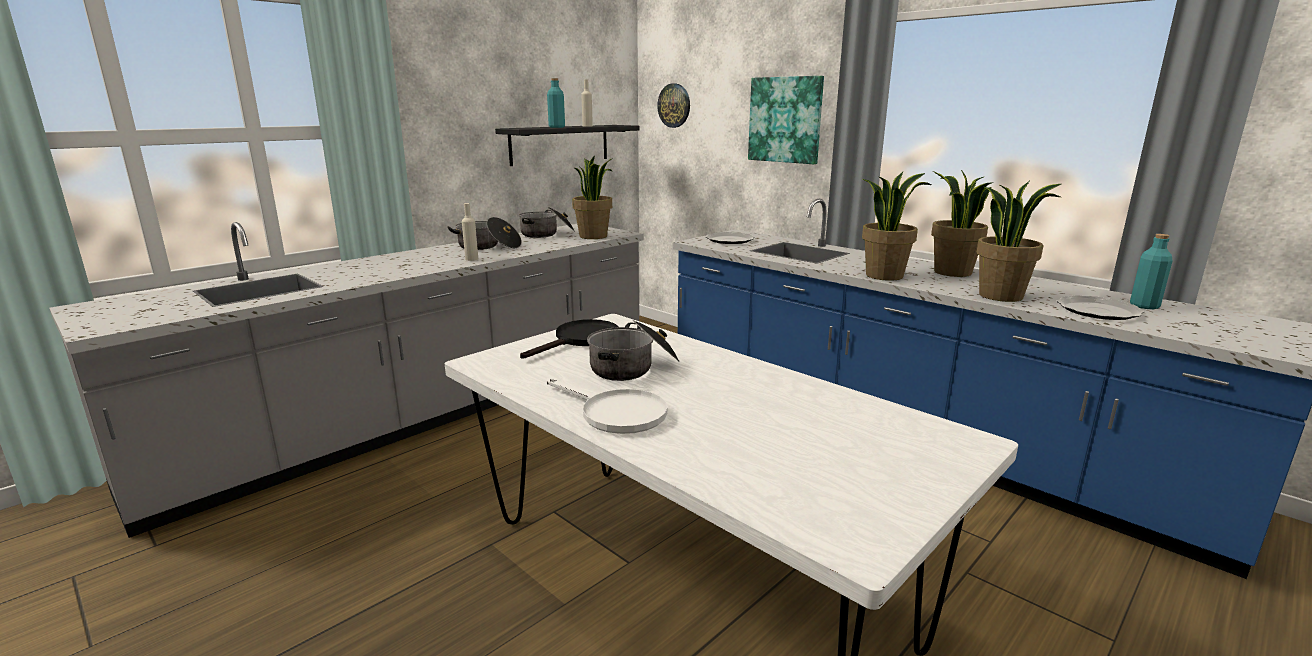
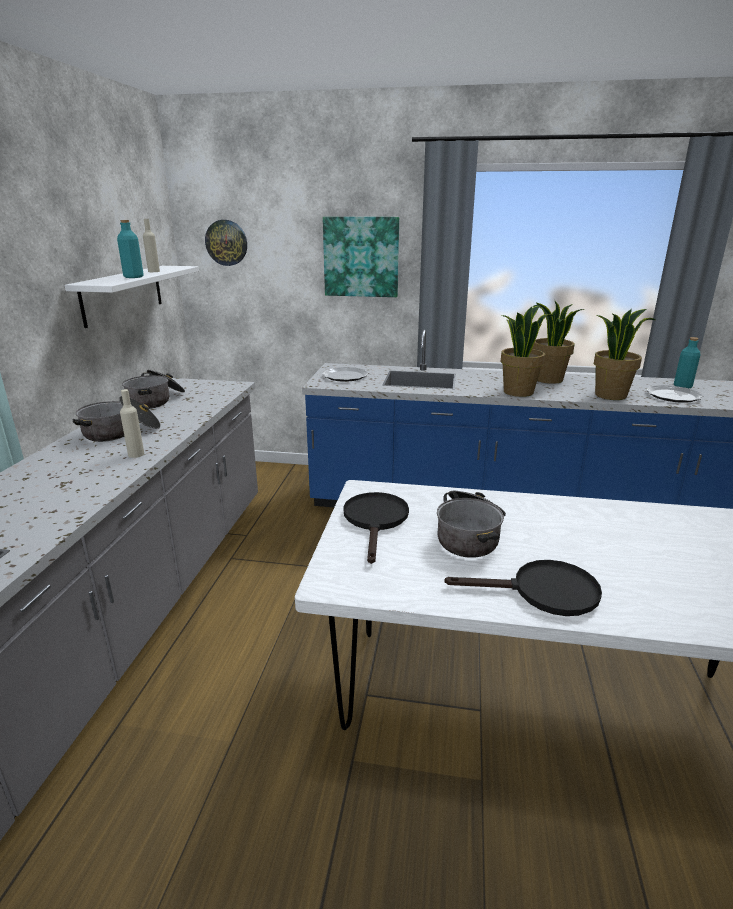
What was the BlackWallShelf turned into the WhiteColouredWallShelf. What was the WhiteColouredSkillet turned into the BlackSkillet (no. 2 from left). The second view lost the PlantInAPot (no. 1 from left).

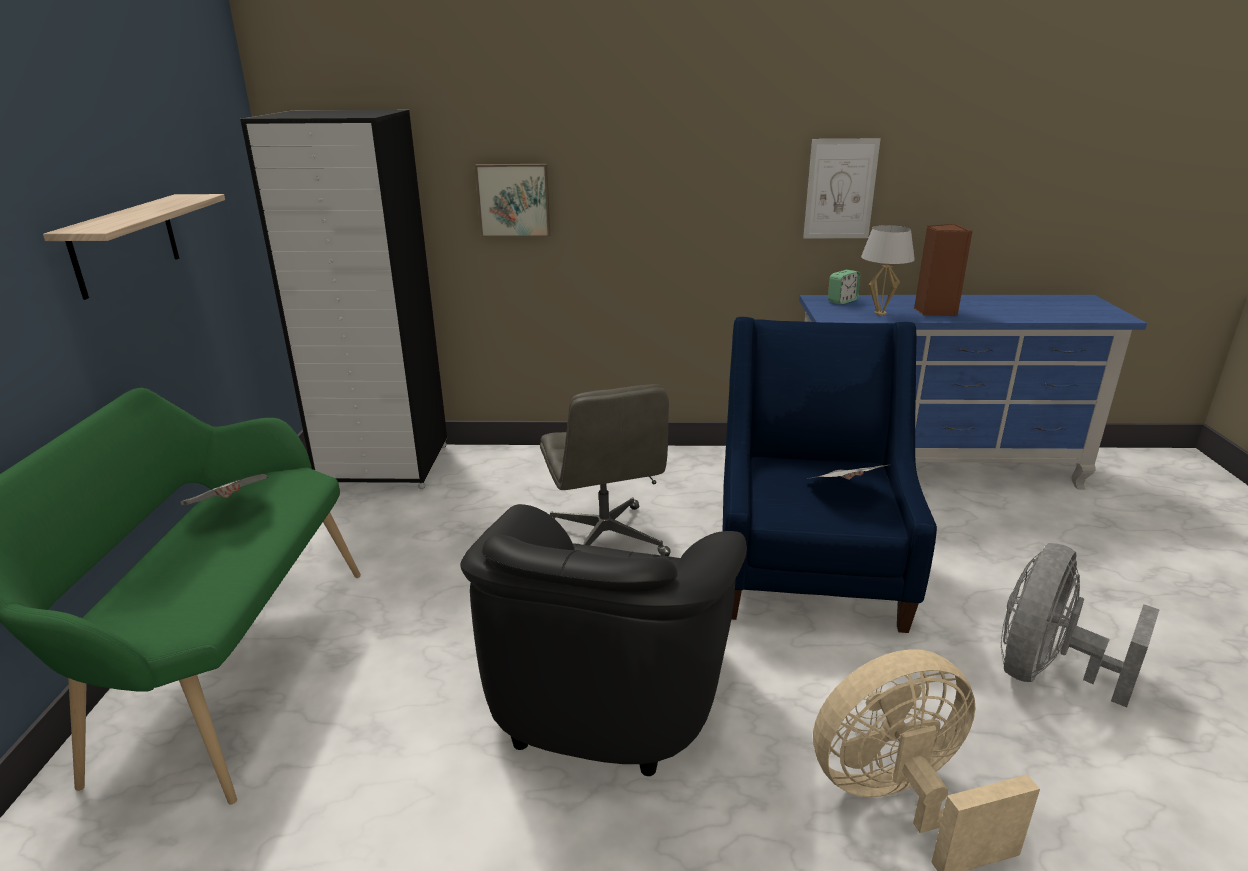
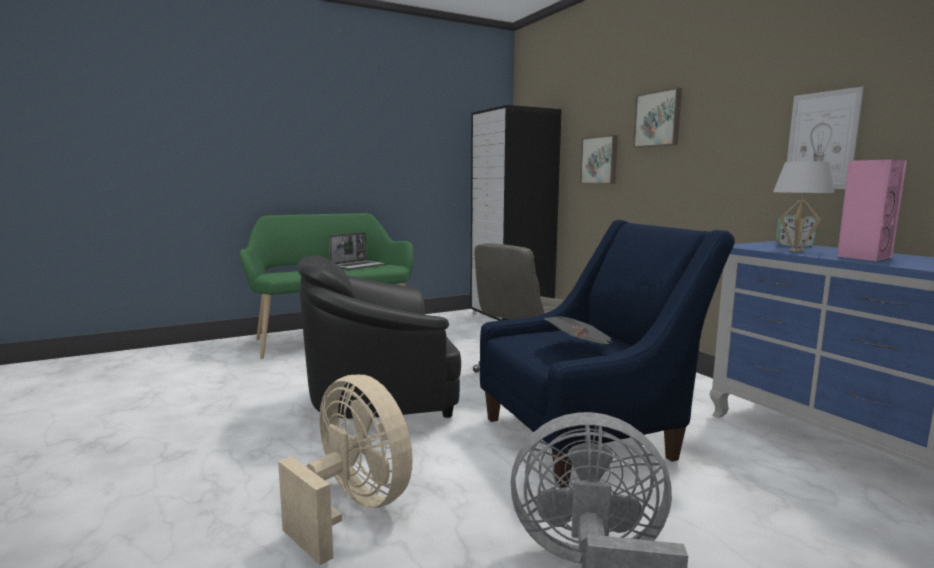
Where the PrintedPaper (no. 1 from left) stood, the NotebookComputer came to stand. The second view gained the Picture (no. 2 from left). What was the BrownColouredLoudspeaker turned into the PinkLoudspeaker. The second view lost the WallShelf.

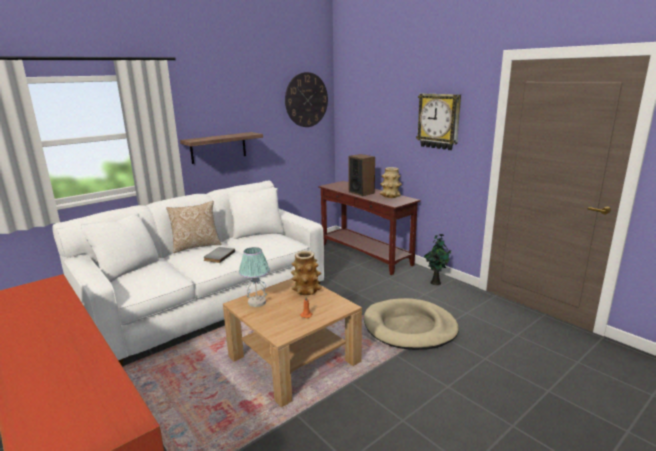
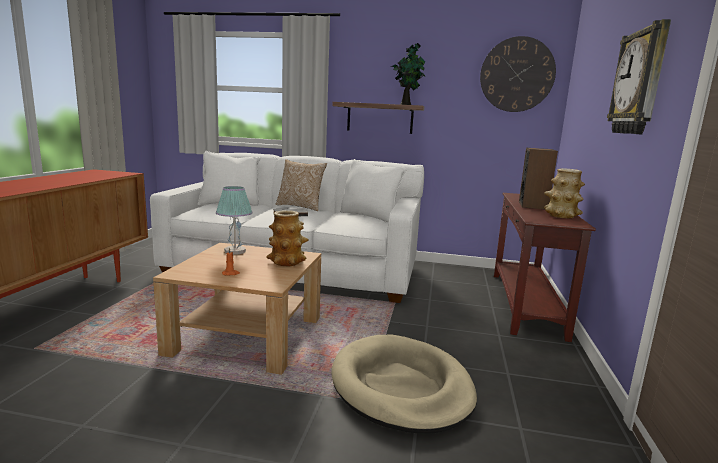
The PlantInAPot ended up elsewhere.

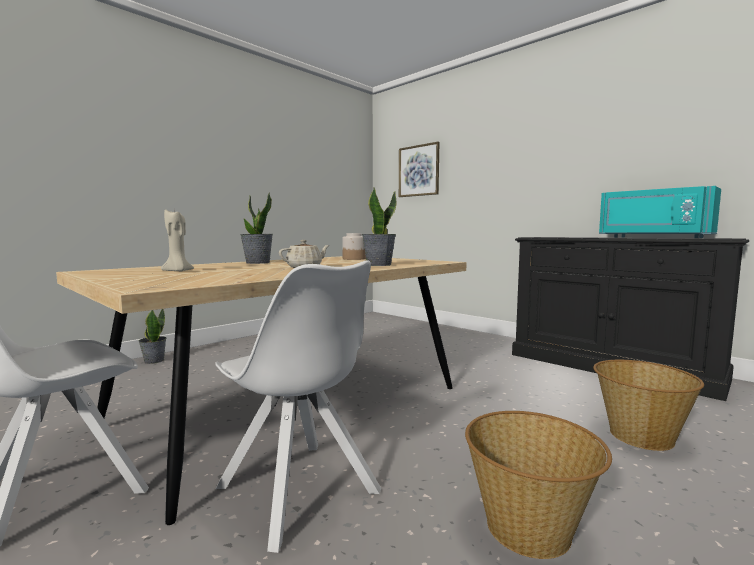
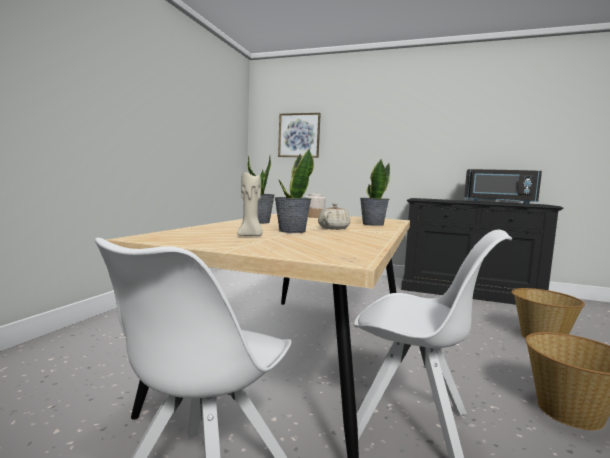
The PlantInAPot (no. 1 from left in the first image) ended up elsewhere. What was the BlueGreenMicrowave turned into the BlackMicrowave.

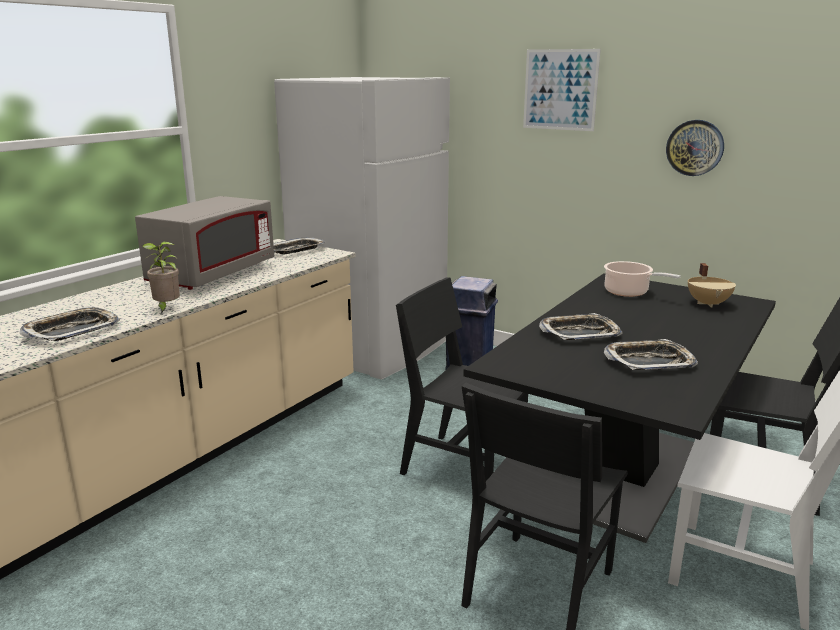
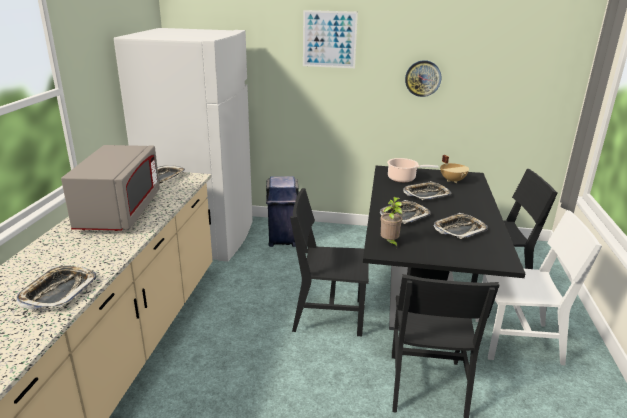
The PlantInAPot ended up elsewhere. The second view gained the ServingTray (no. 4 from left).

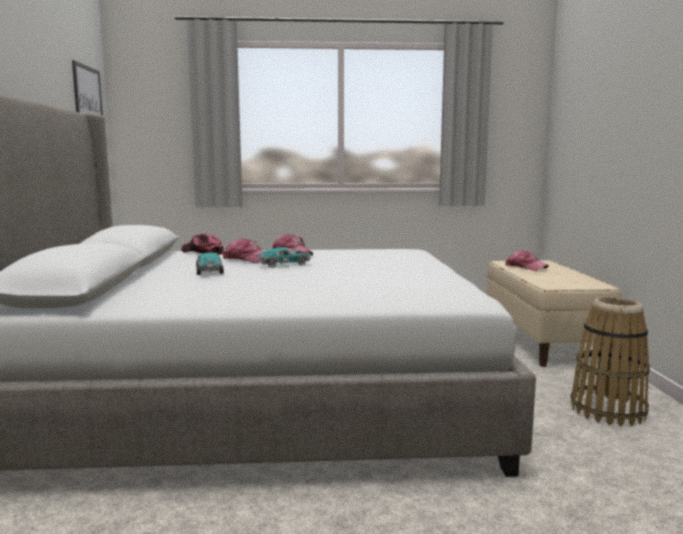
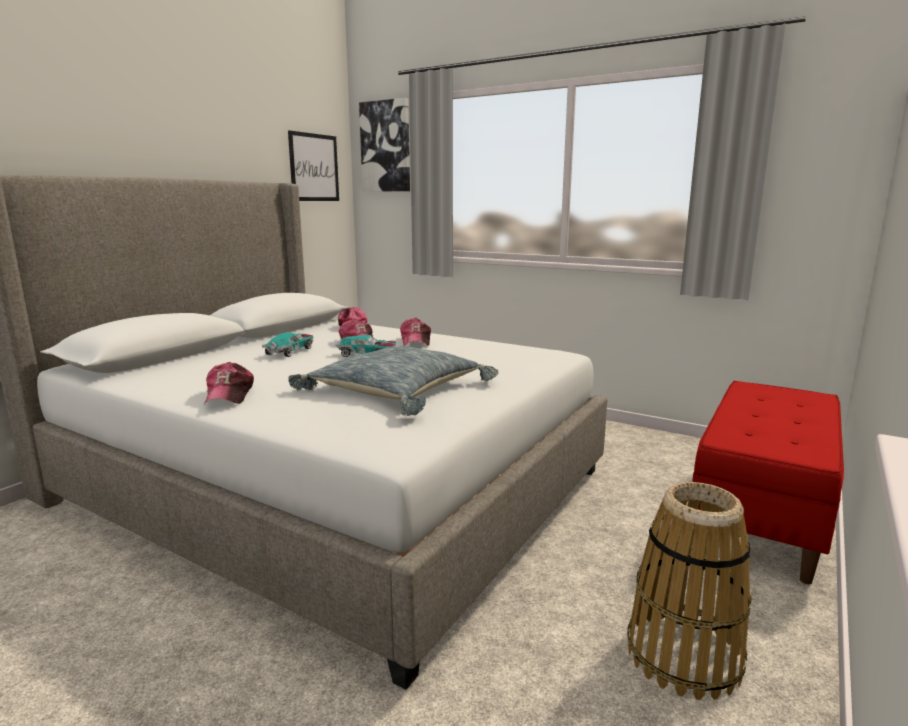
The BaseballCap (no. 4 from left in the first image) ended up elsewhere. The second view gained the Pillow. The second view gained the Picture (no. 2 from left). What was the SandColouredIndoorBench turned into the RedIndoorBench.

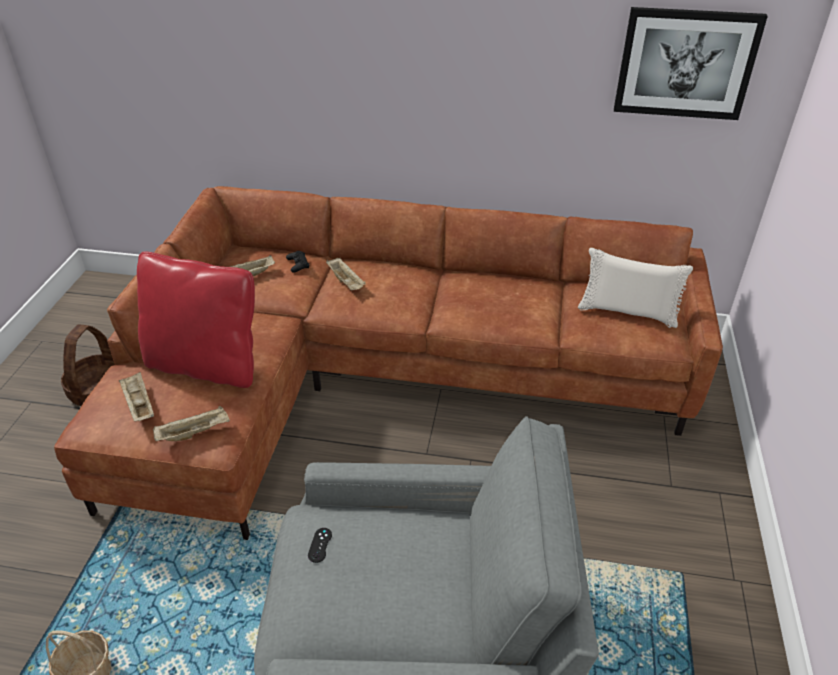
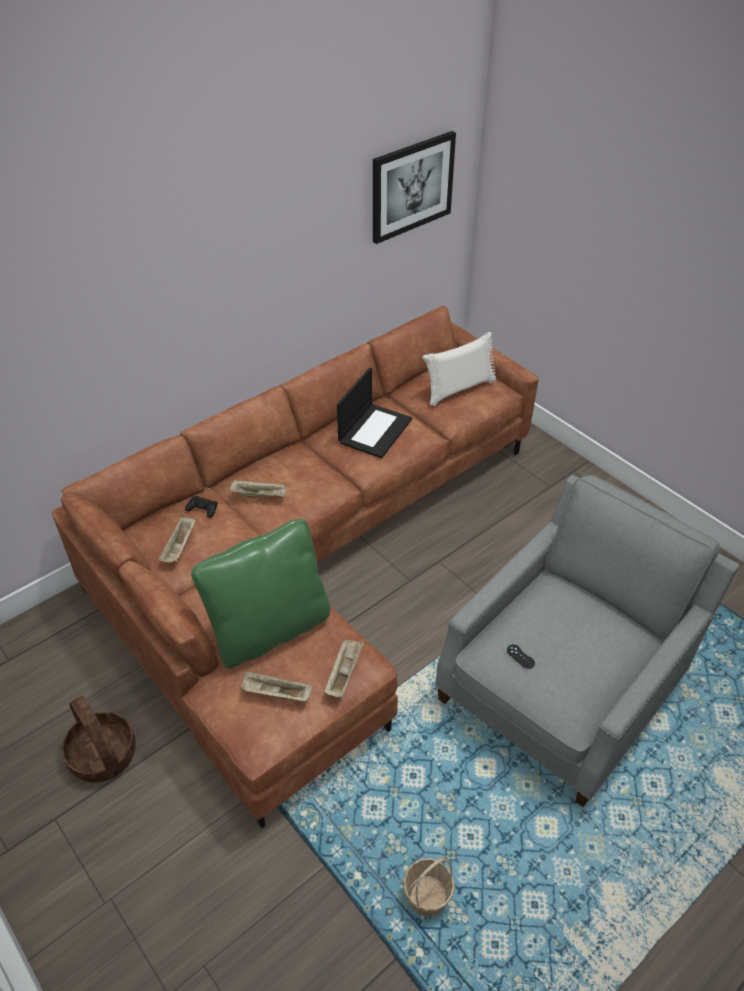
What was the RedPillow turned into the GreenishPillow. The second view gained the NotebookComputer.

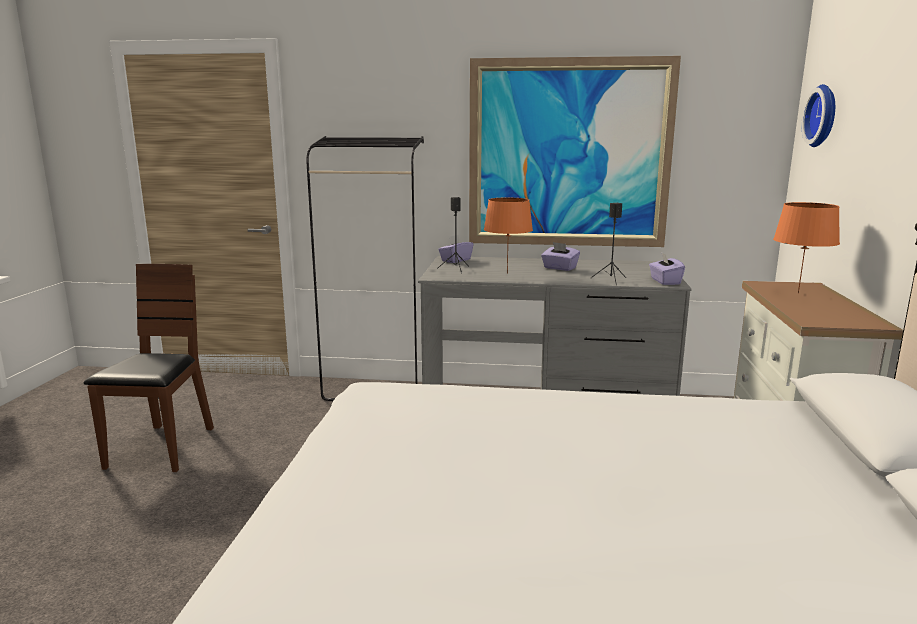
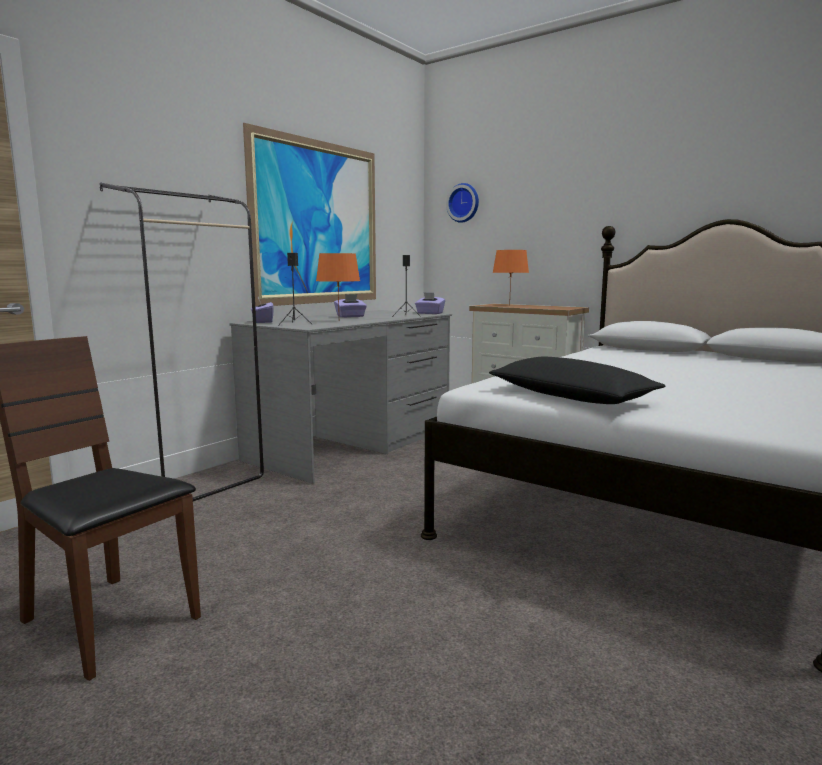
The second view gained the BlackPillow.

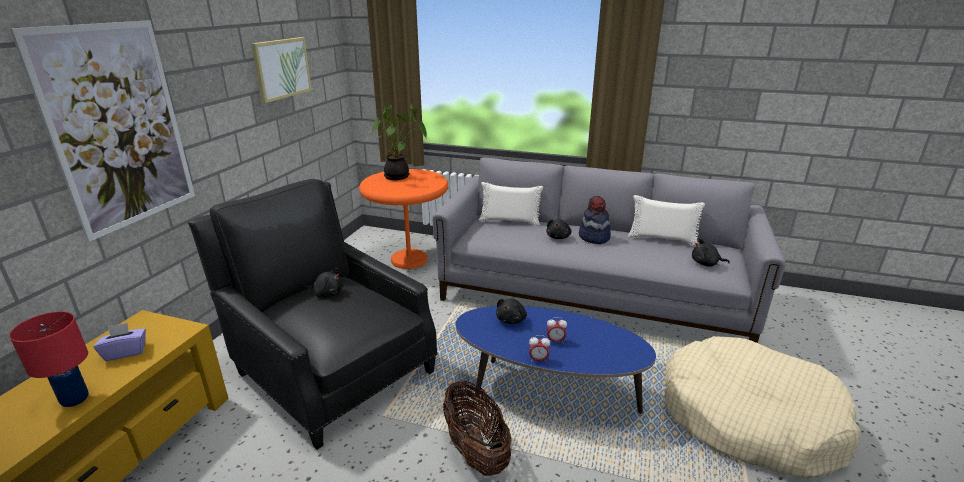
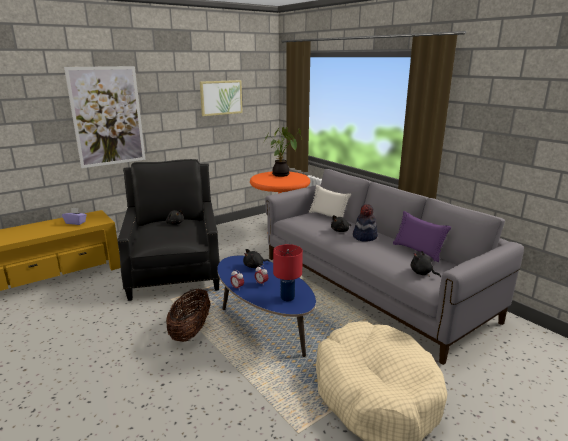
The RedTableLamp ended up elsewhere. What was the WhiteColouredPillow (no. 2 from left) turned into the PurplePillow.

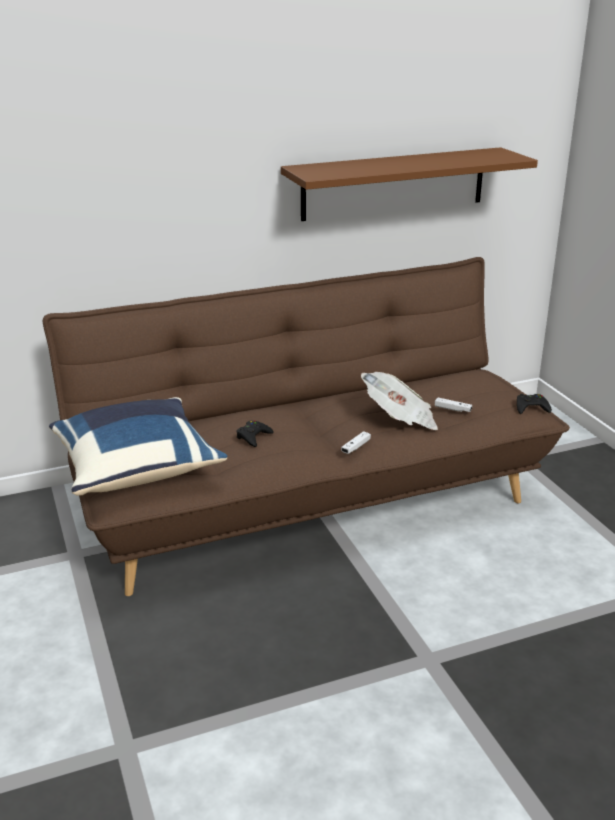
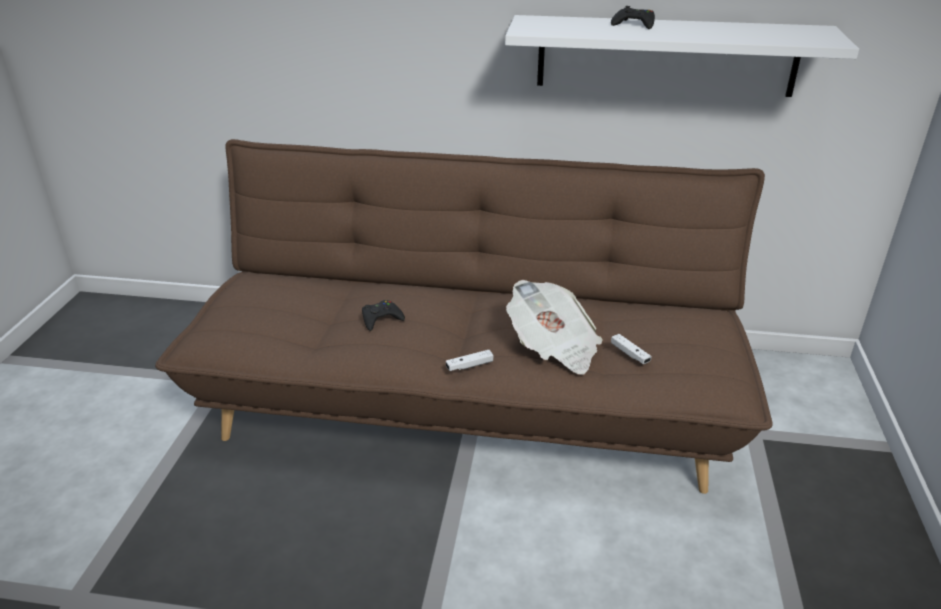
What was the BrownColouredWallShelf turned into the WhiteColouredWallShelf. The BlackGamepad (no. 2 from left) ended up elsewhere. The second view lost the BluePillow.

